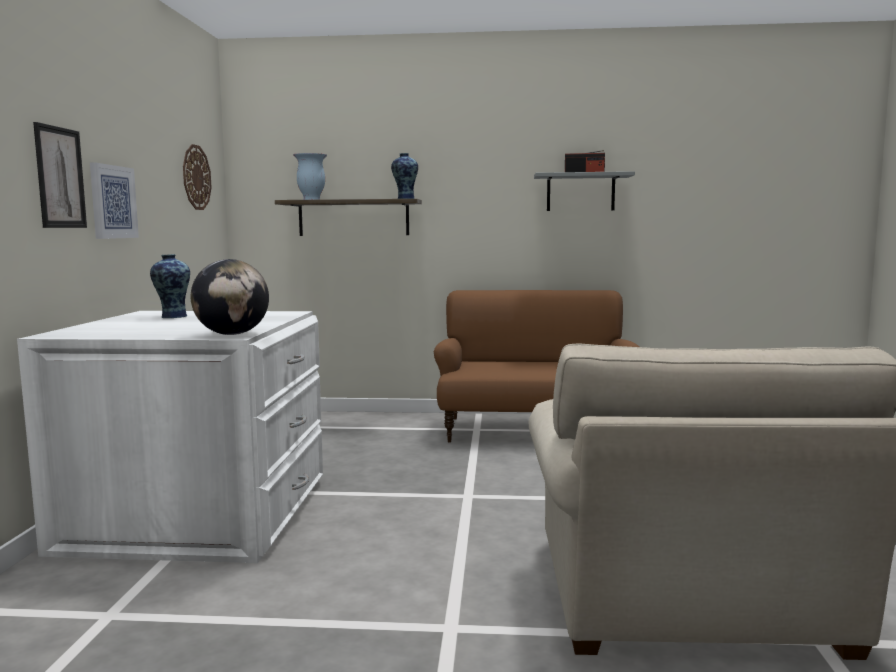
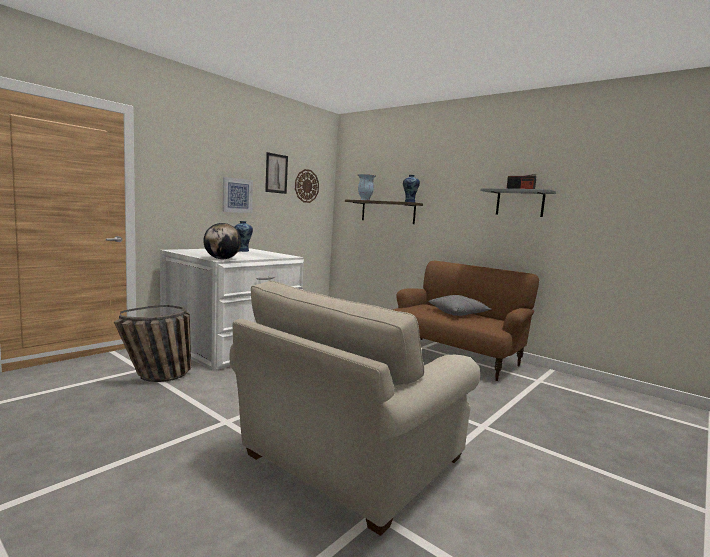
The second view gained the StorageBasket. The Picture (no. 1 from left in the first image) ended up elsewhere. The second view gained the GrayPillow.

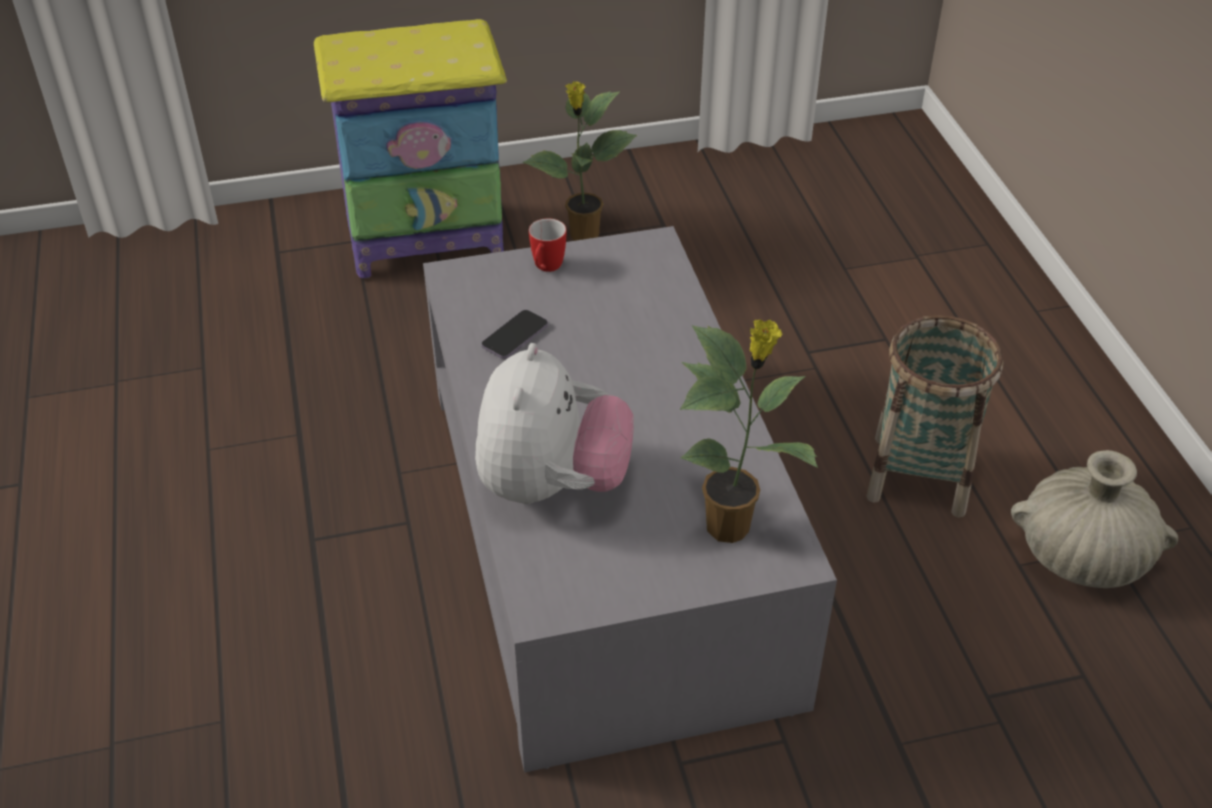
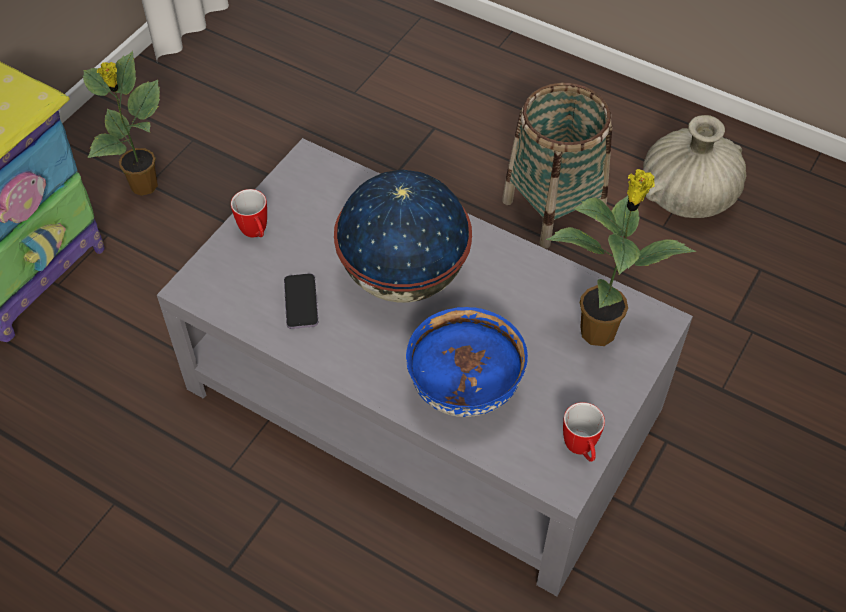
The second view gained the Globe. Where the PlushToy stood, the BlueDeepDish came to stand. The second view gained the CoffeeMug (no. 2 from left).

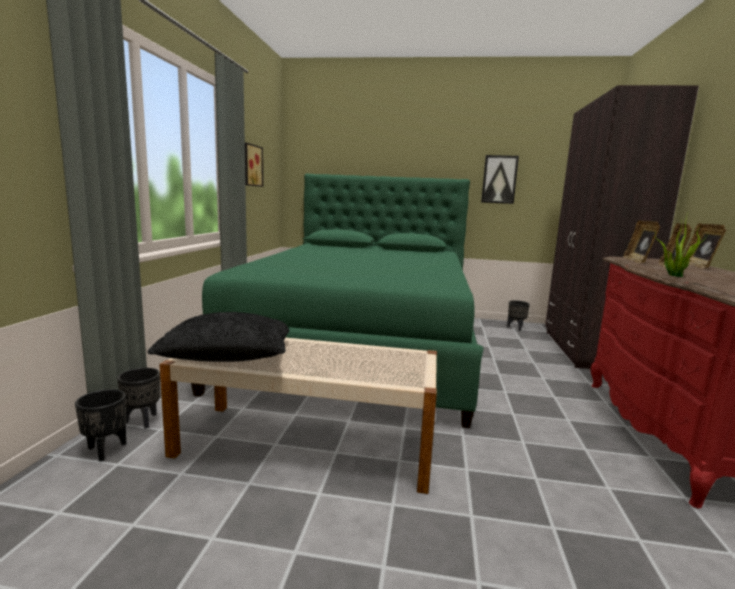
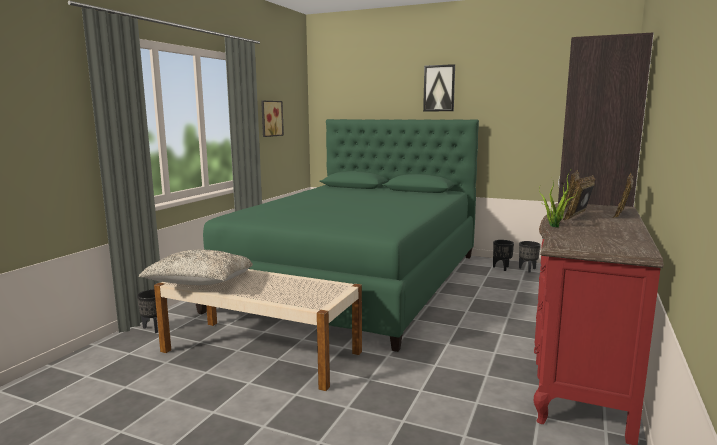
What was the BlackPillow turned into the SandColouredPillow. The Picture (no. 2 from left) ended up elsewhere. The BlackPlanter (no. 1 from left in the first image) ended up elsewhere.

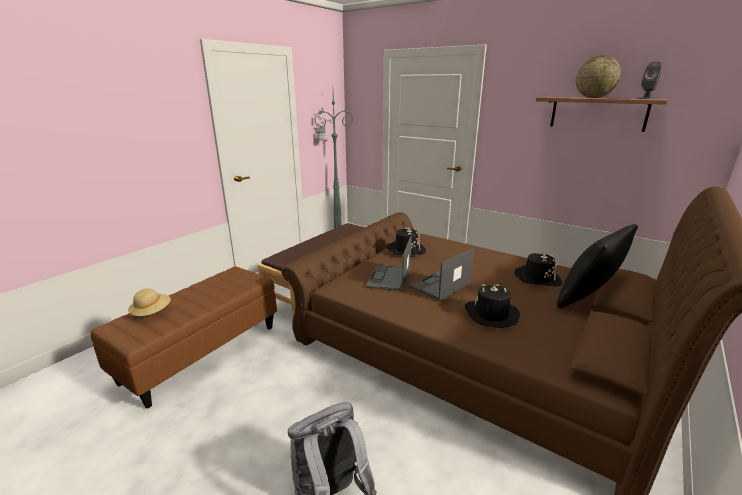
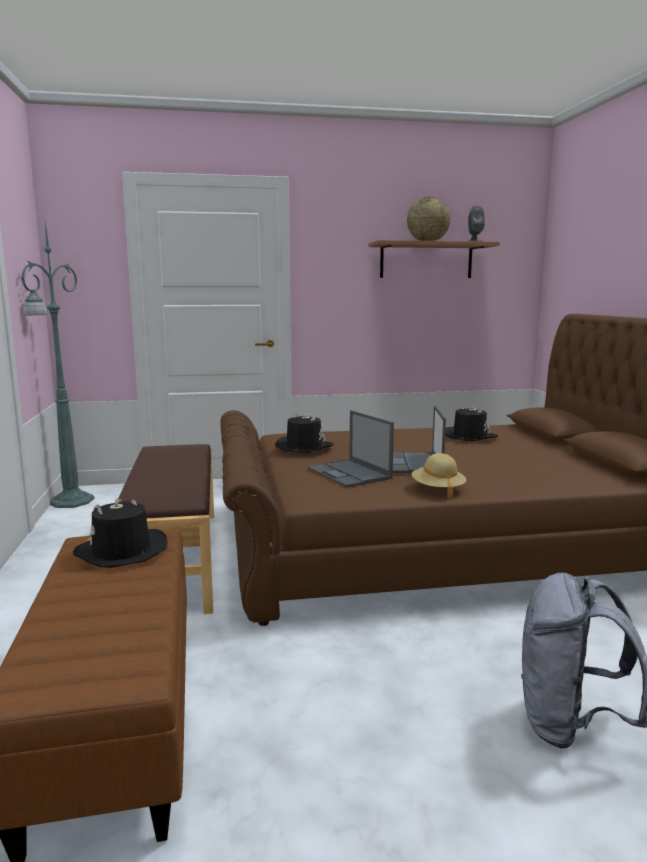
The BlackClothingHat (no. 2 from left in the first image) ended up elsewhere. The SandColouredClothingHat ended up elsewhere. The second view lost the BlackPillow.

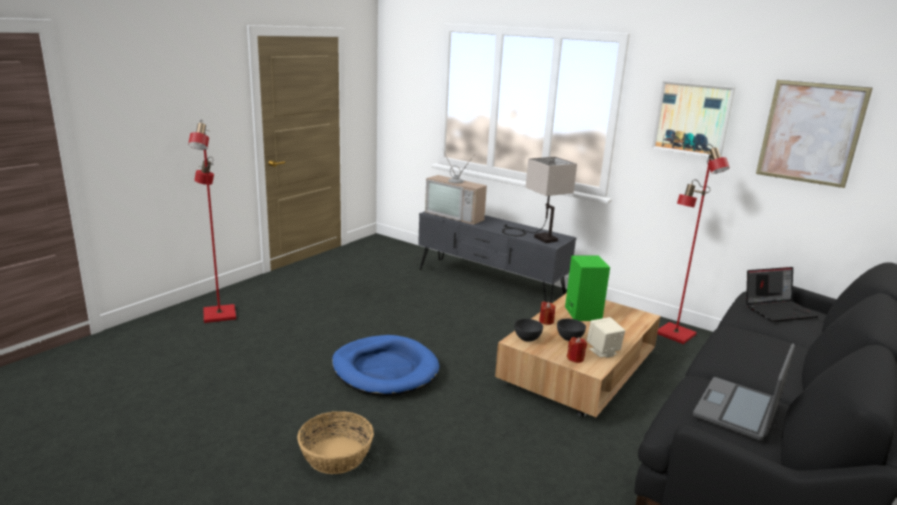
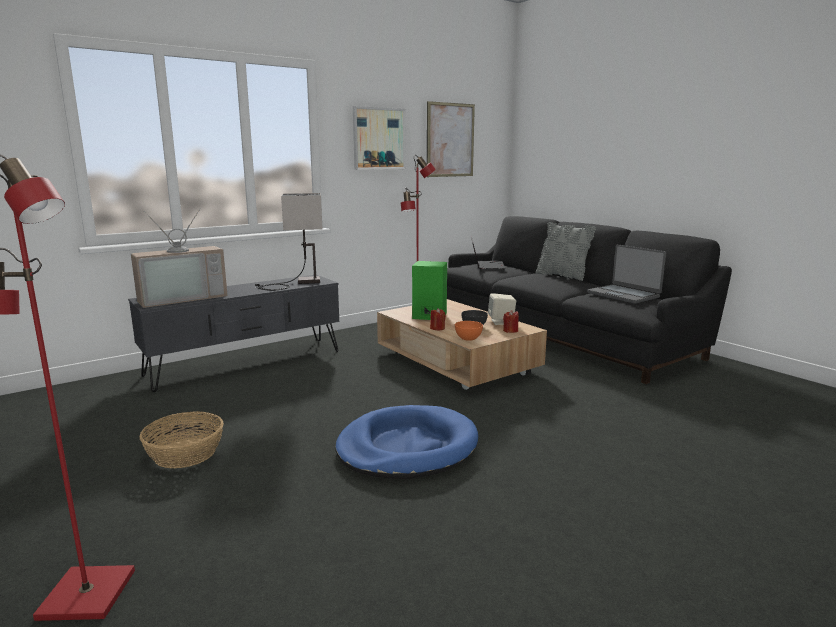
The StorageBasket ended up elsewhere. What was the GrayDeepDish (no. 1 from left) turned into the OrangeyDeepDish. The second view gained the GrayPillow.

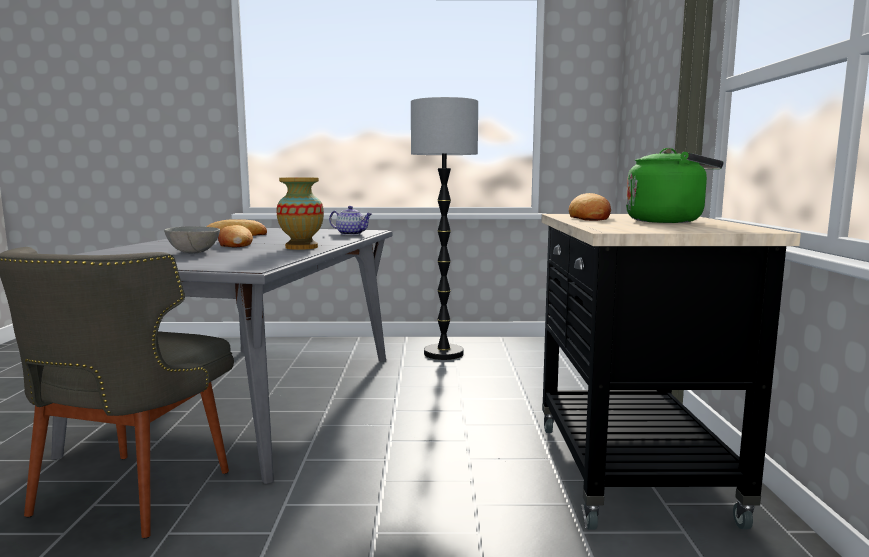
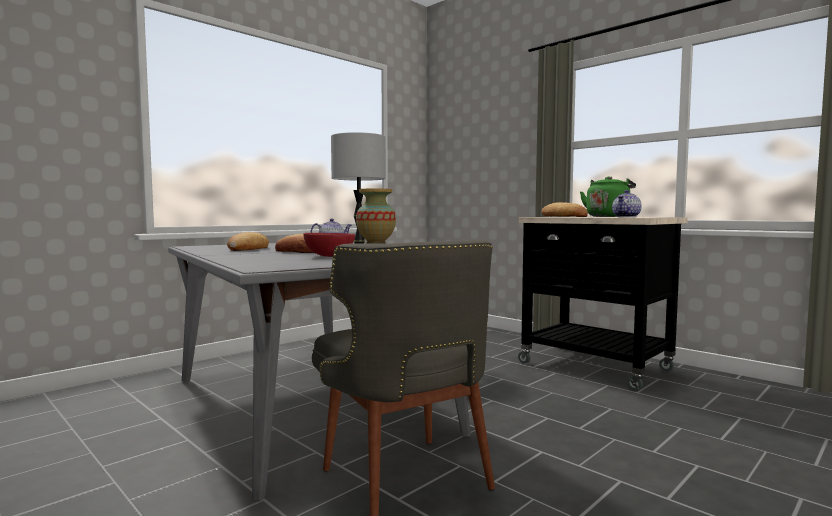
What was the GrayDeepDish turned into the RedDeepDish. The second view gained the Teapot (no. 2 from left).

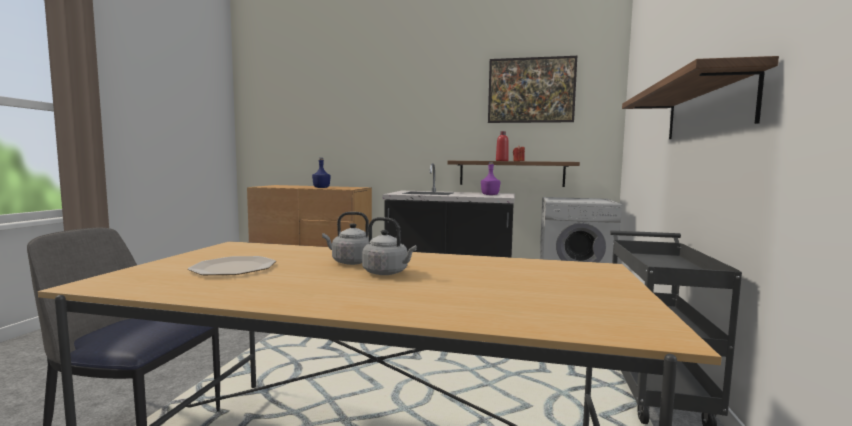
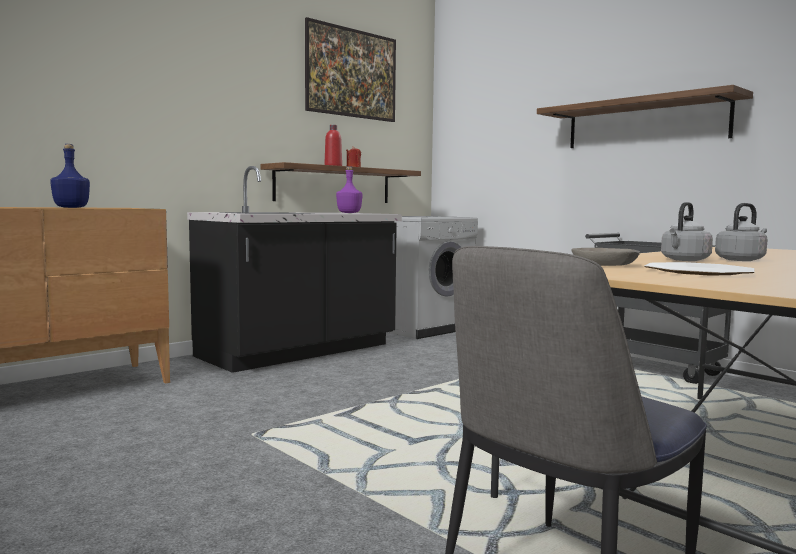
The second view gained the GrayDeepDish.

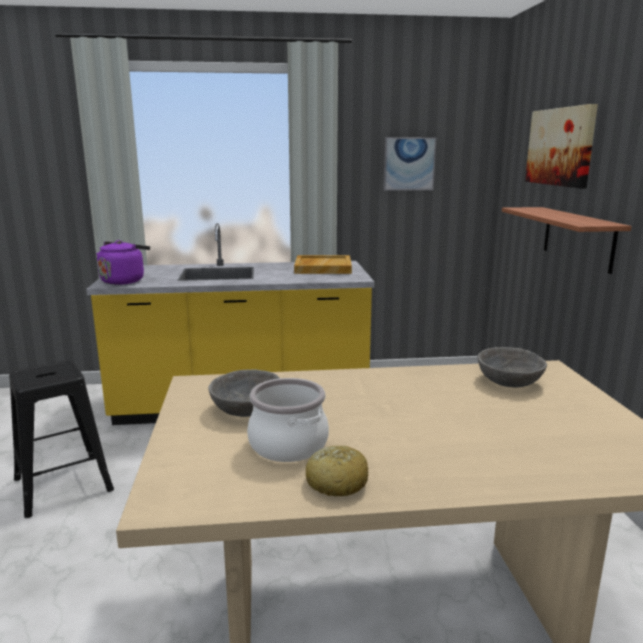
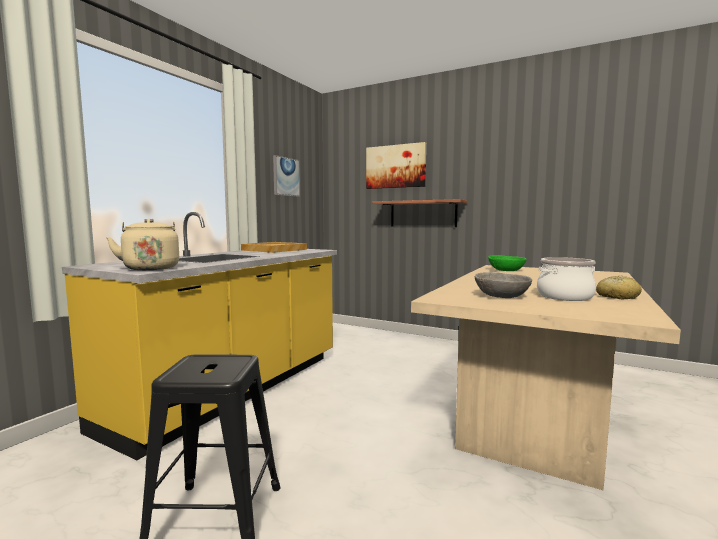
What was the PurpleTeaKettle turned into the SandColouredTeaKettle. What was the GrayDeepDish (no. 2 from left) turned into the GreenishDeepDish.

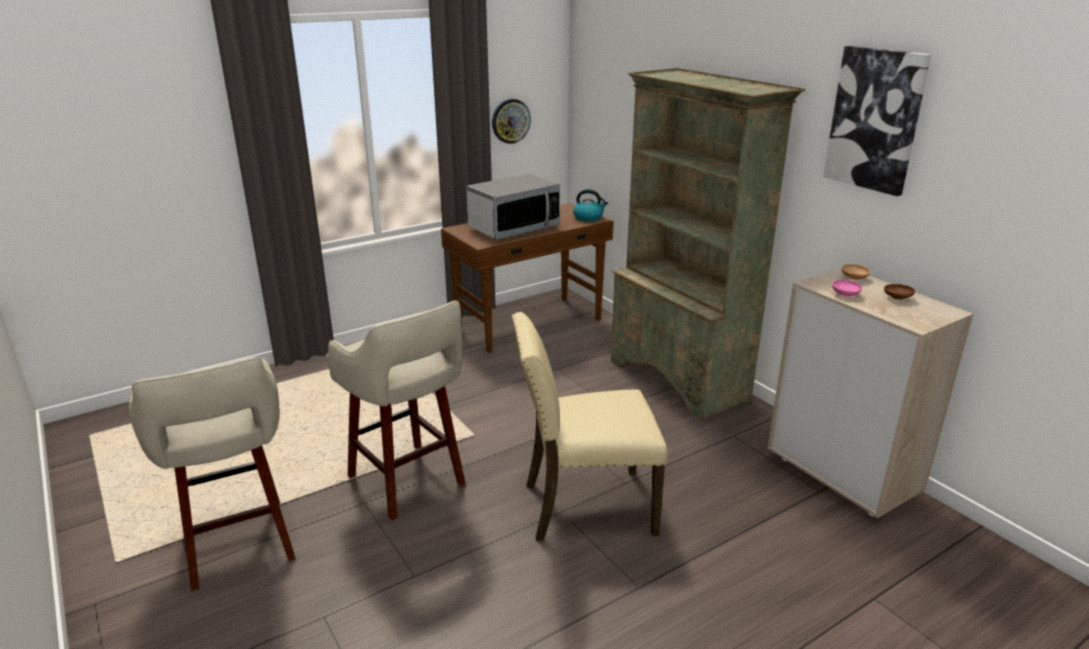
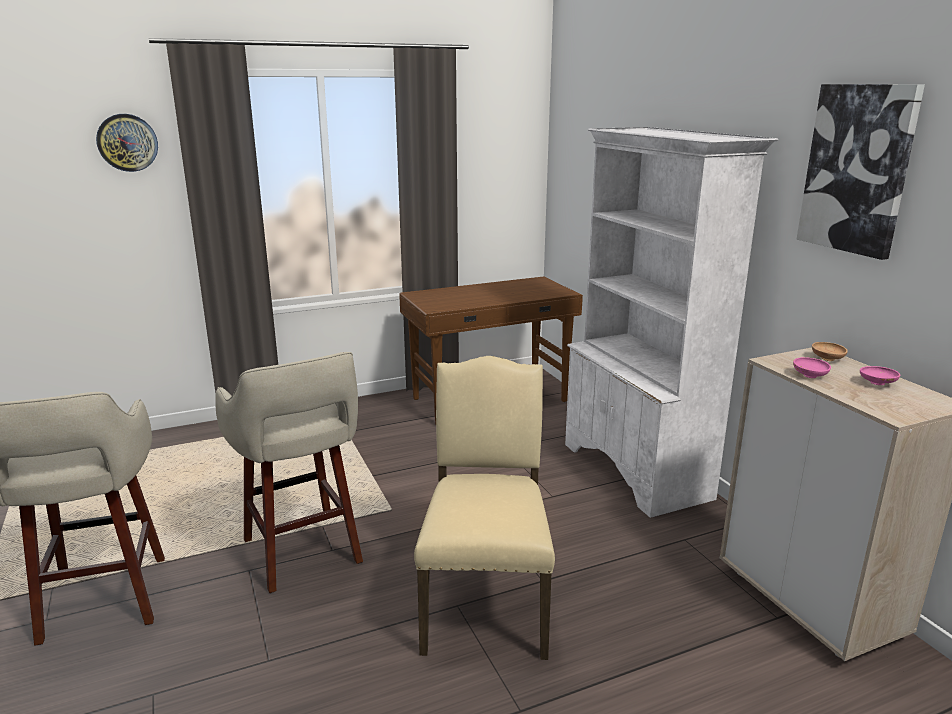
The ClockOnTheWall ended up elsewhere. The SandColouredChair ended up facing another way, 90 degrees clockwise from before. What was the GreenishBookshelf turned into the WhiteColouredBookshelf. What was the BrownColouredDeepDish (no. 2 from left) turned into the PinkDeepDish (no. 2 from left). The second view lost the Microwave. The second view lost the TeaKettle.

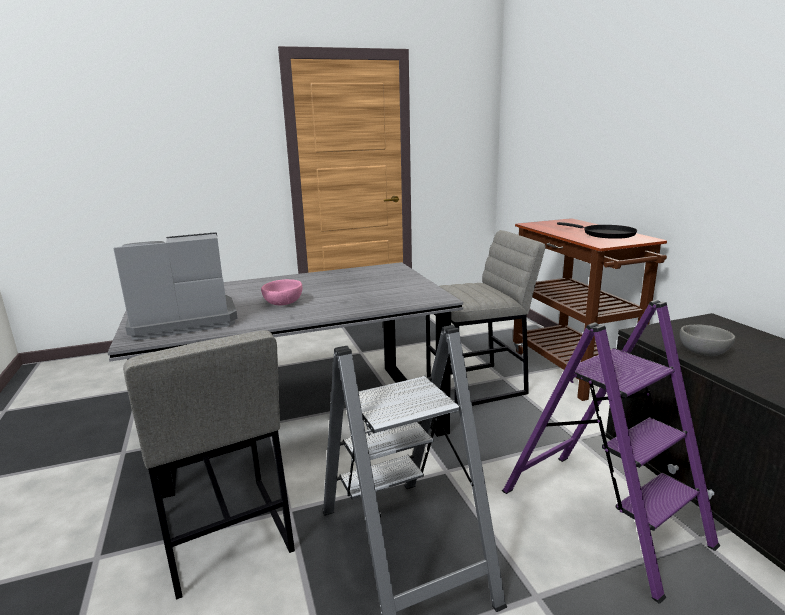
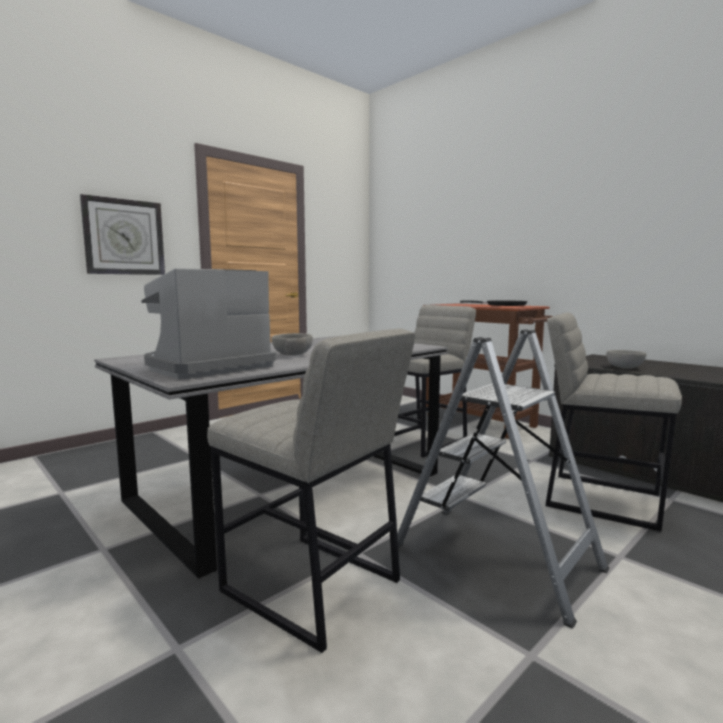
The second view gained the ClockOnTheWall. What was the PinkDeepDish turned into the GrayDeepDish (no. 1 from left). Where the PurpleStepLadder stood, the GrayChair (no. 3 from left) came to stand.

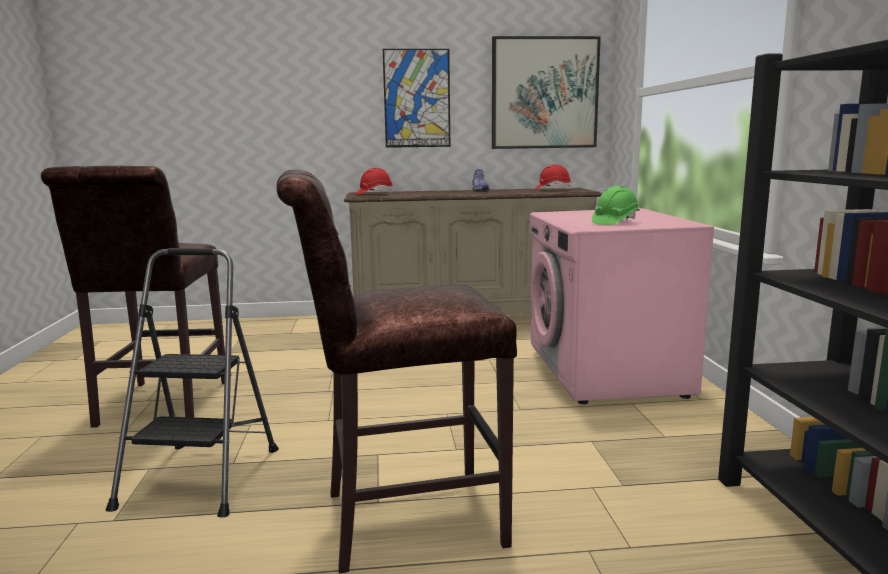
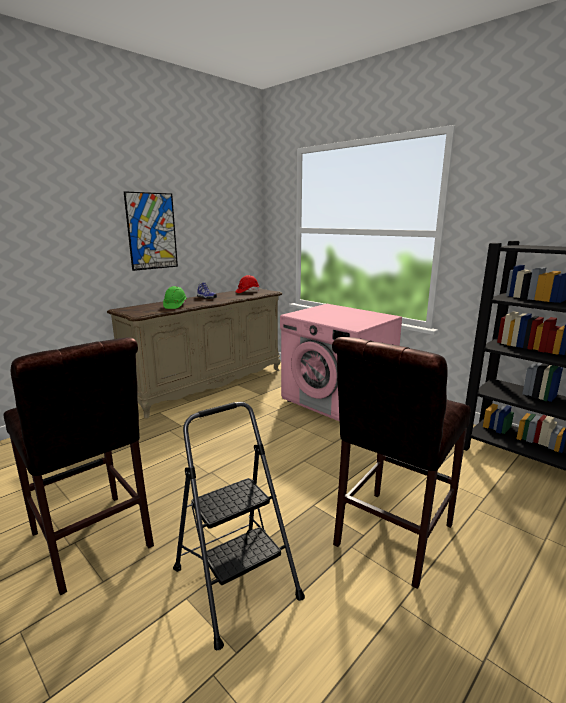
The GreenishSafetyHelmet ended up elsewhere. The second view lost the RedSafetyHelmet (no. 1 from left). The second view lost the Picture (no. 2 from left).

